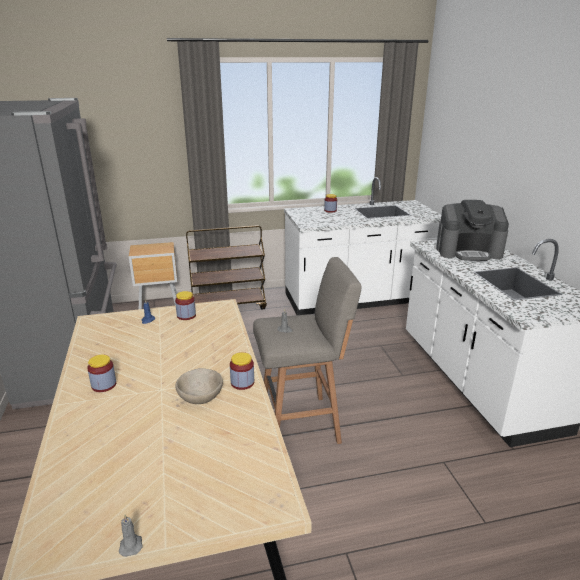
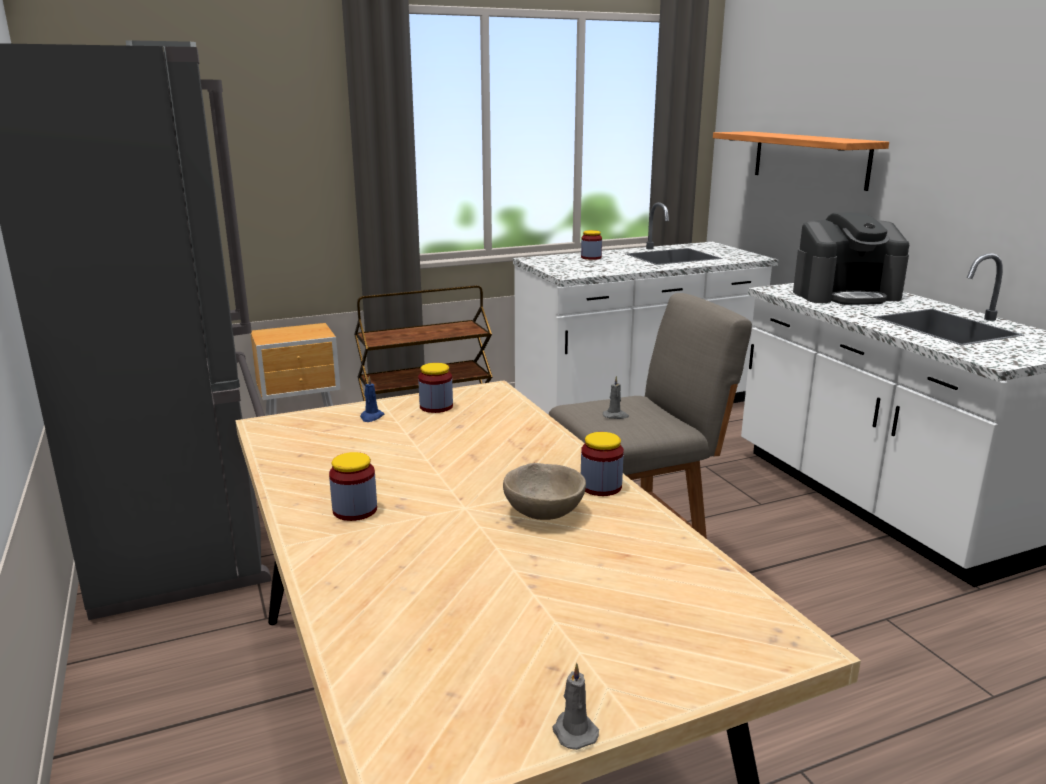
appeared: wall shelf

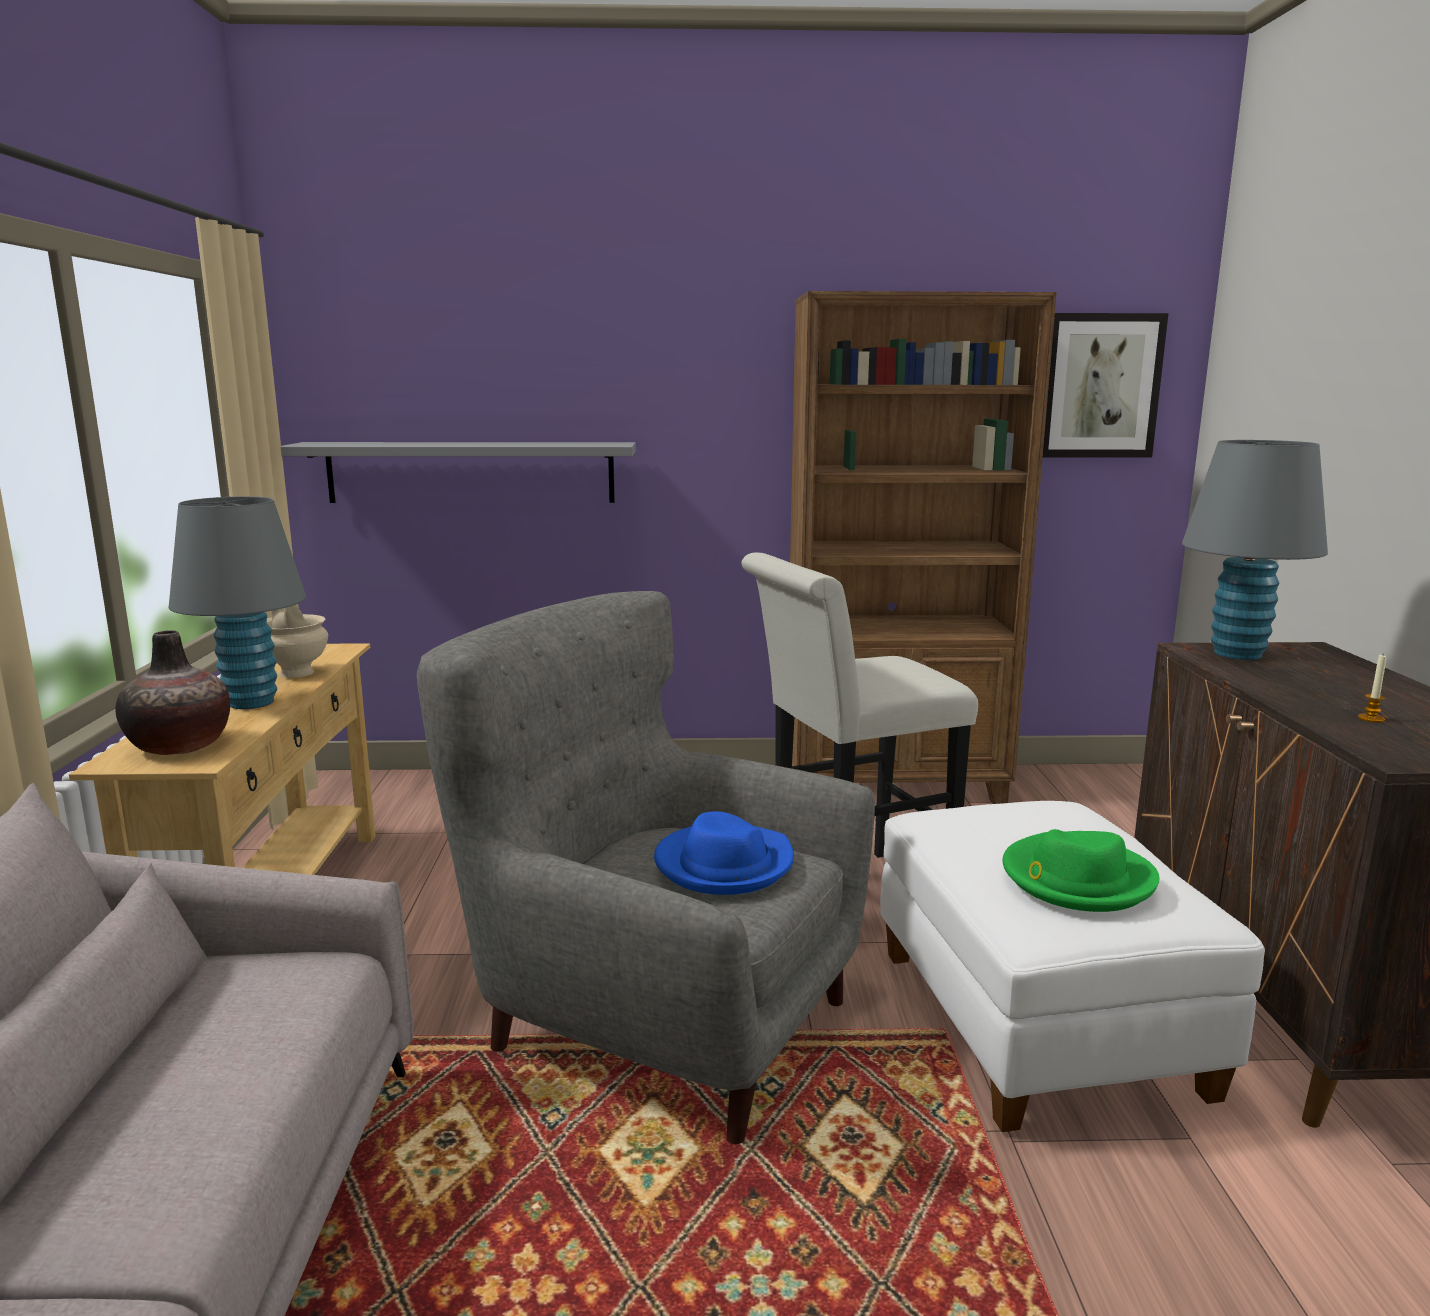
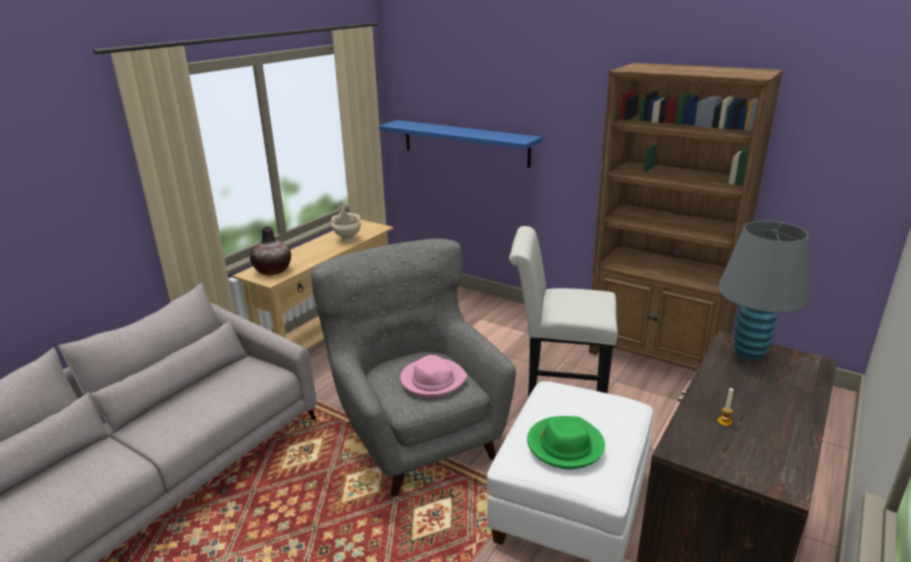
missing: greyish lamp for a table (no. 1 from left); picture
colour: greyish wall shelf to blue wall shelf; blue clothing hat to pink-coloured clothing hat

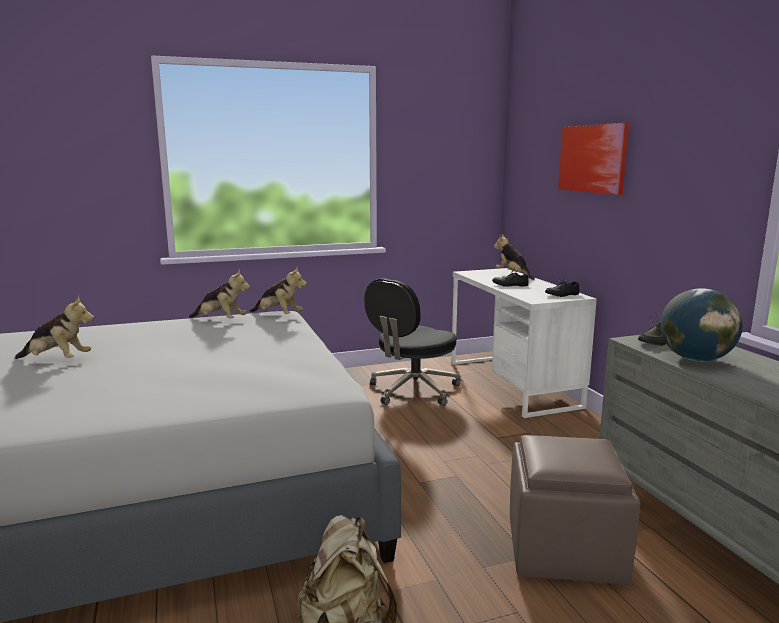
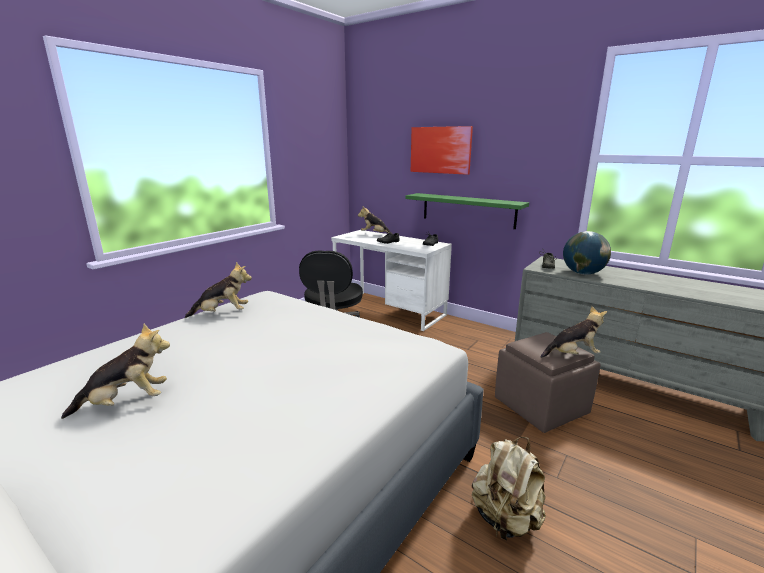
appeared: greenish wall shelf
relocated: soft toy (no. 3 from left in the first image) to soft toy (no. 4 from left)

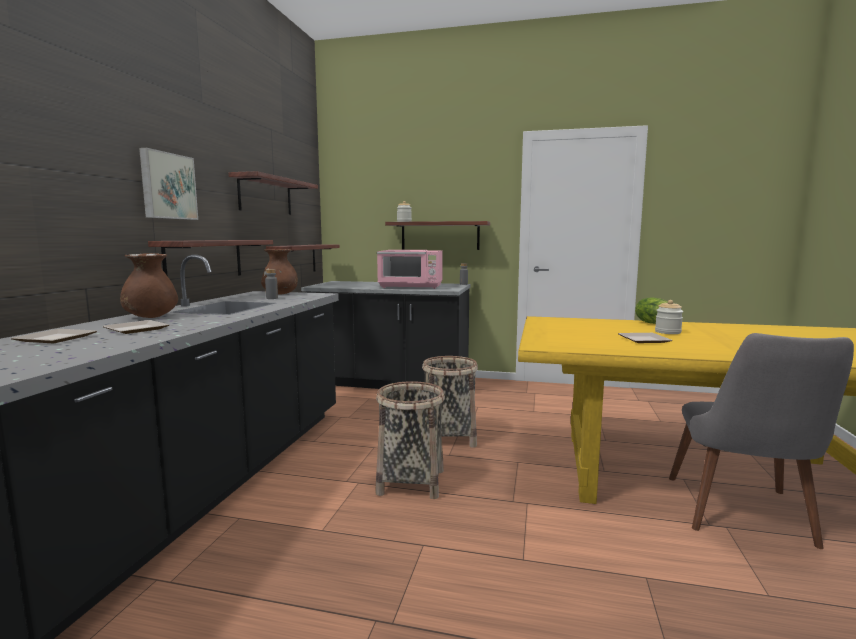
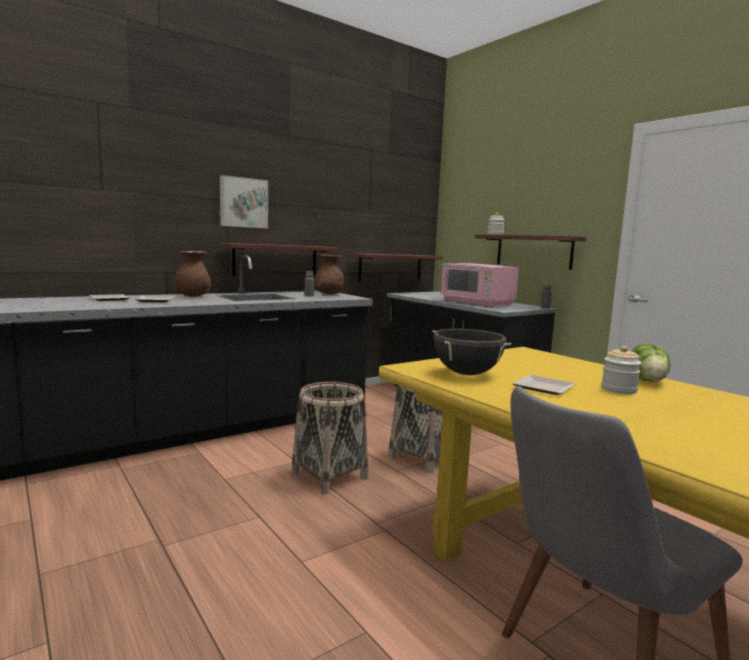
missing: wall shelf (no. 2 from left)
appeared: black cooking pot

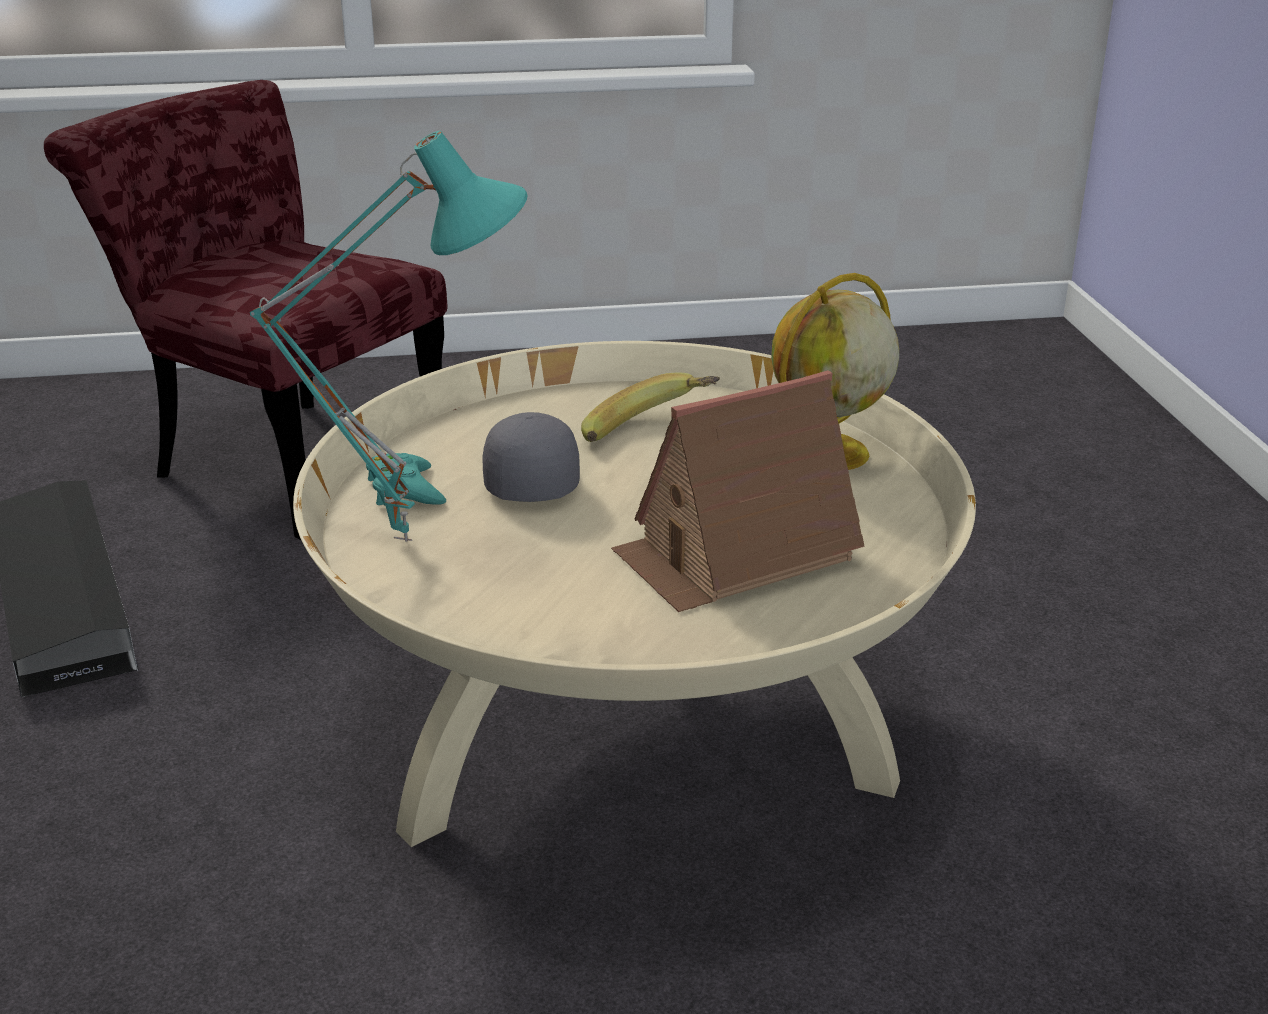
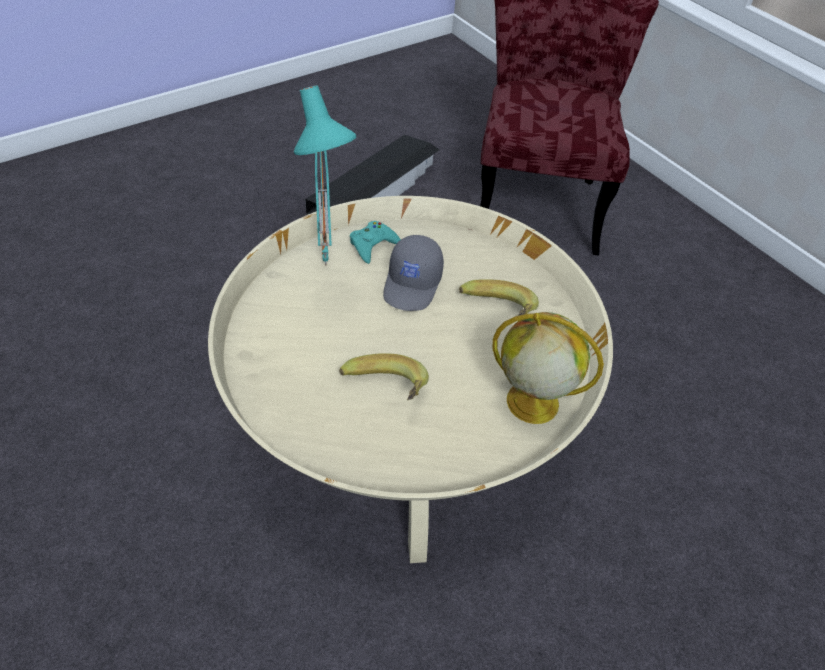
exchanged: miniature house to banana (no. 1 from left)
spun: greyish baseball cap 135 degrees clockwise

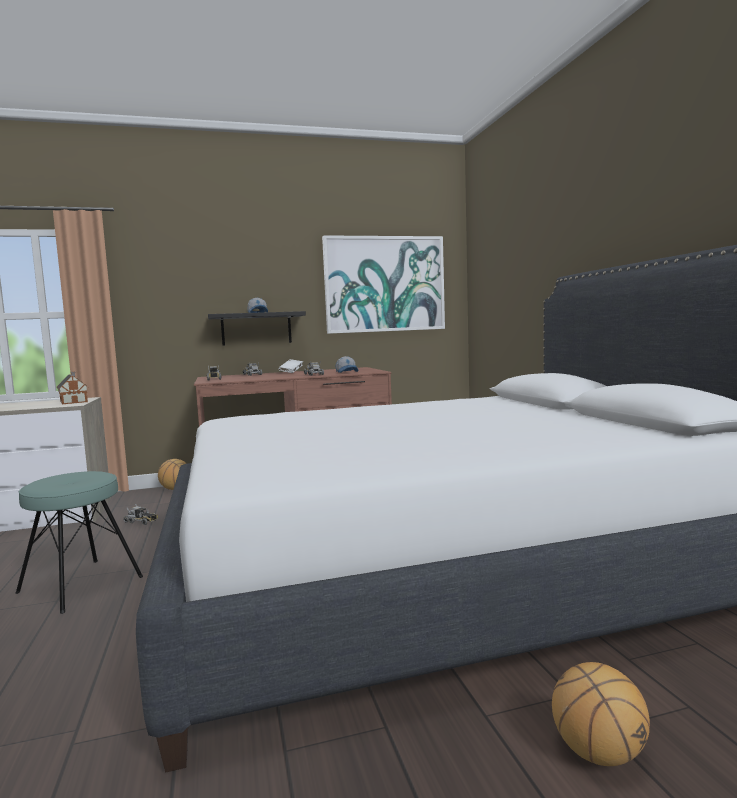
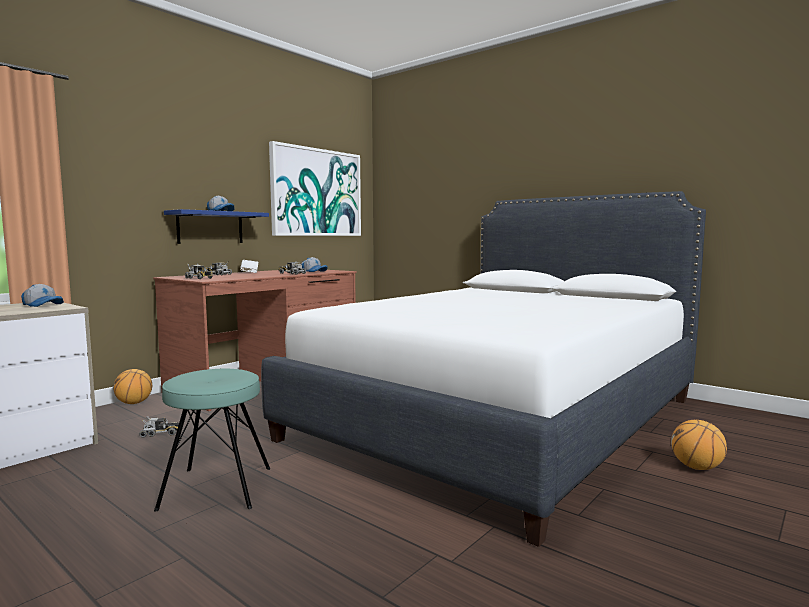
exchanged: miniature house to baseball cap (no. 1 from left)
colour: black wall shelf to blue wall shelf

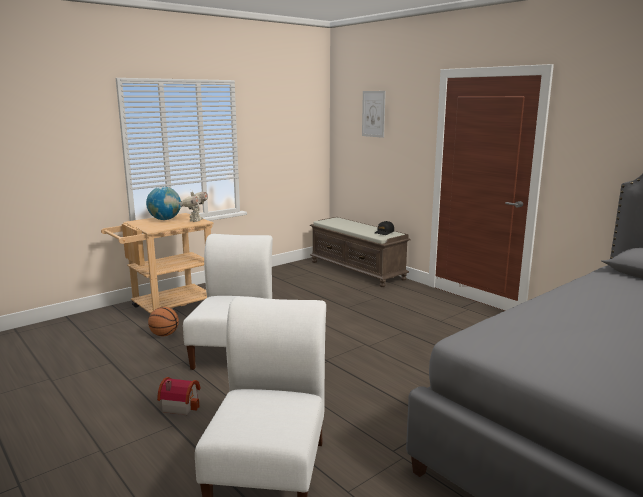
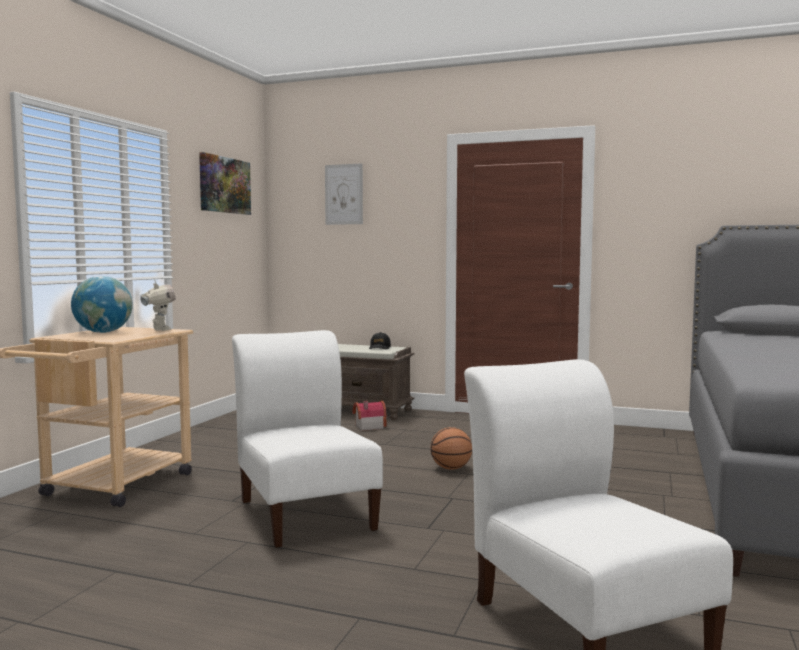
appeared: picture (no. 1 from left)
relocated: ball for basketball; miniature house

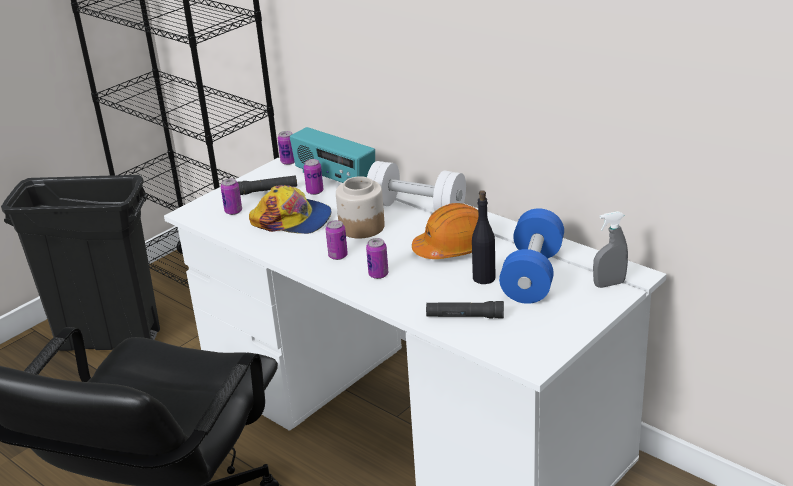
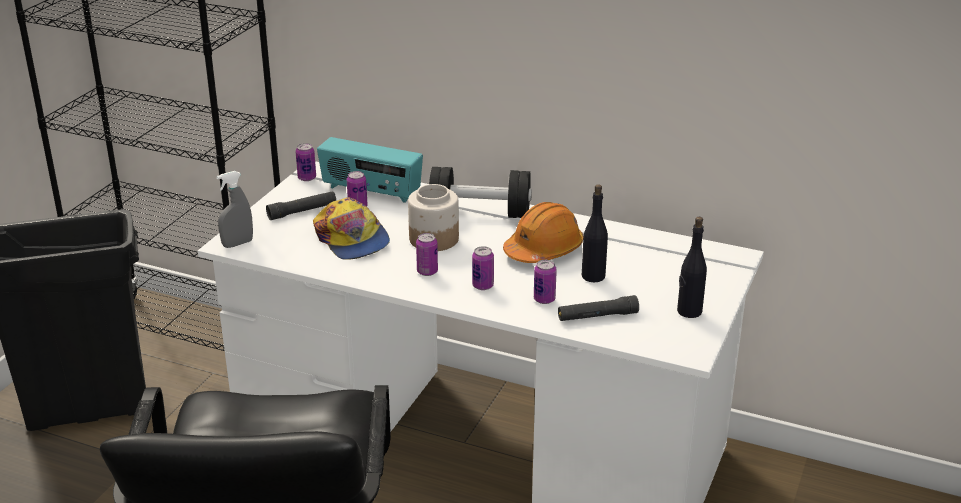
missing: blue hand weight
appeared: black beverage bottle (no. 2 from left)
relocated: sealed can (no. 1 from left in the first image) to sealed can (no. 5 from left); greyish hand sprayer
colour: white-coloured hand weight to black hand weight
spun: baseball cap 60 degrees clockwise

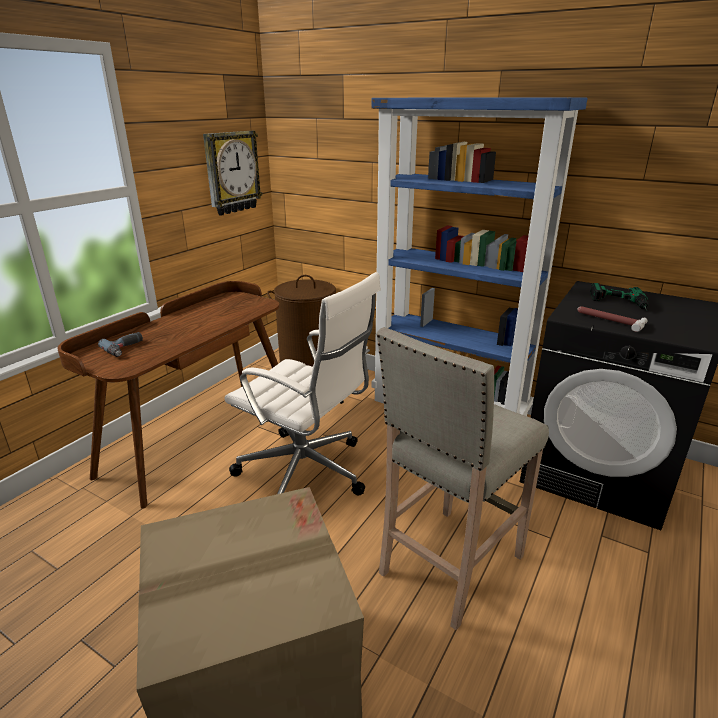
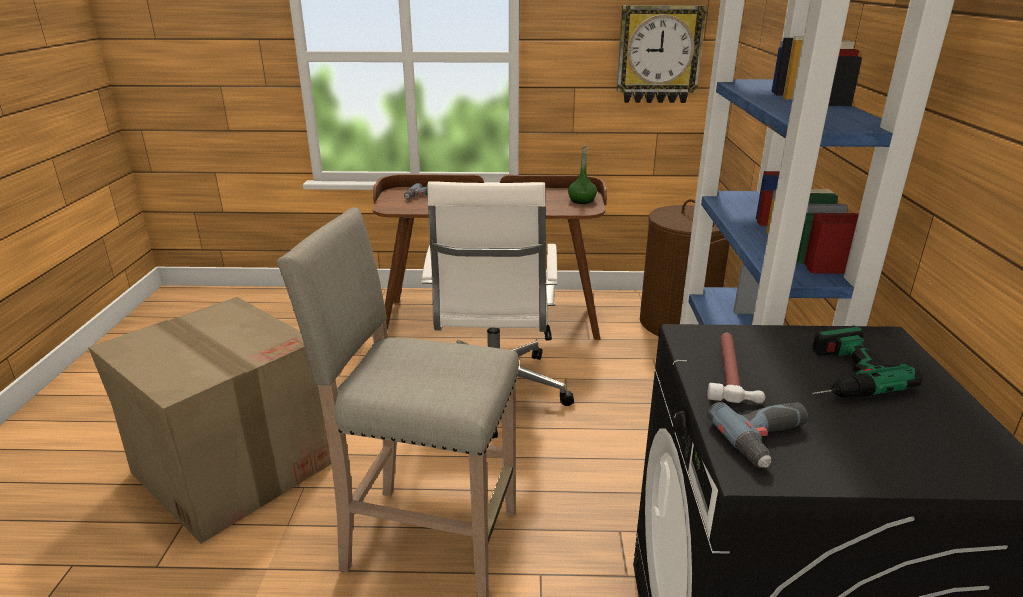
appeared: greenish beverage bottle; drill (no. 2 from left)

